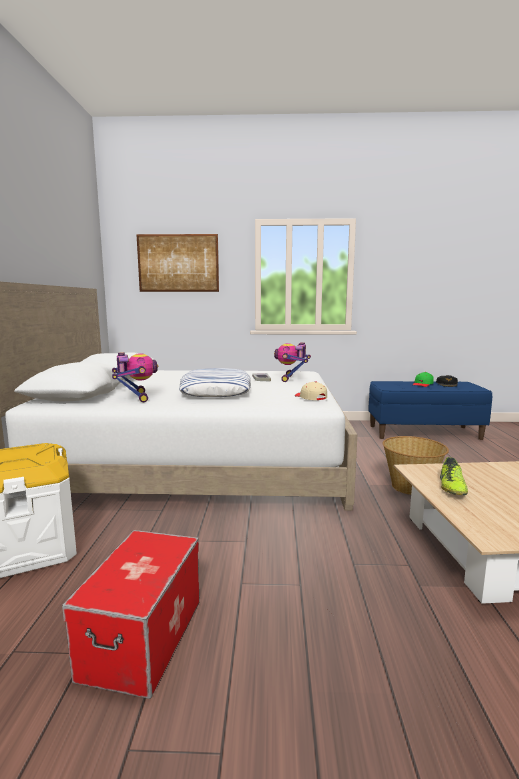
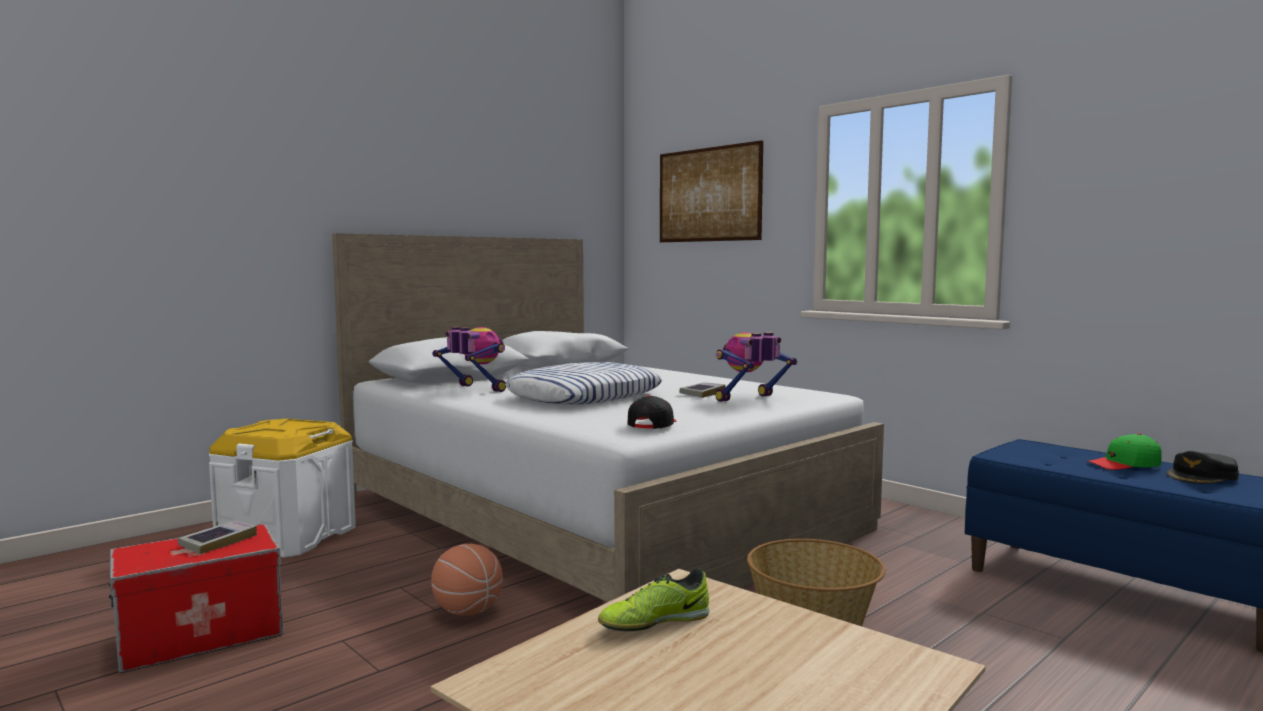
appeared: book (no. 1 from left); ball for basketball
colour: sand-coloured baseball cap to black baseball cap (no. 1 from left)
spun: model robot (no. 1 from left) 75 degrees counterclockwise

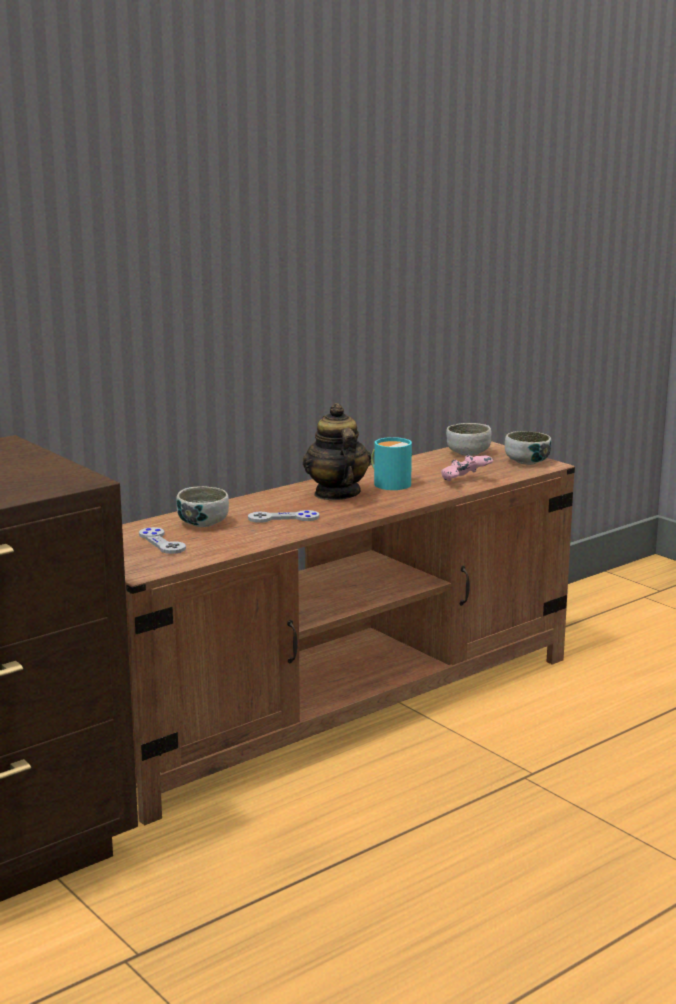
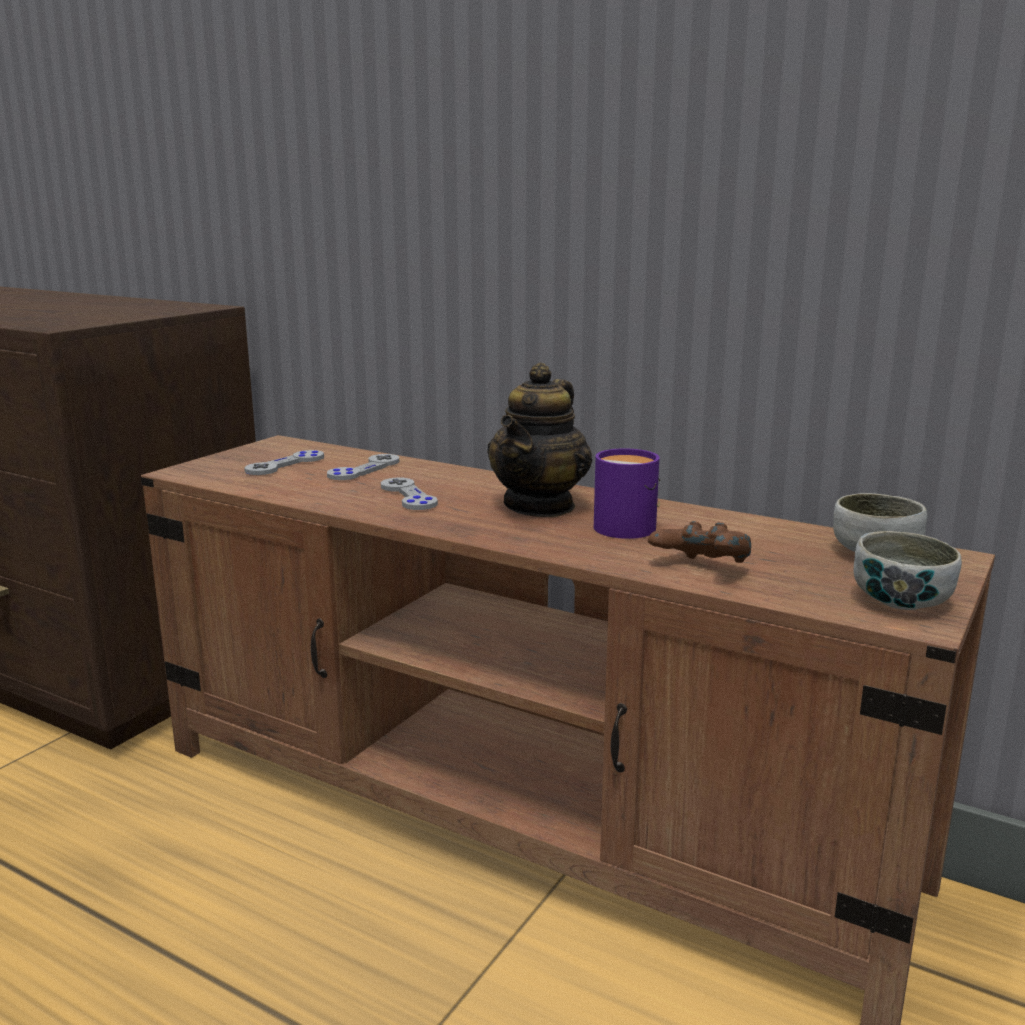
exchanged: bowl (no. 1 from left) to greyish game controller (no. 2 from left)
colour: turquoise-coloured mug to purplish mug; pink-coloured game controller to brown-coloured game controller
spun: pot for tea 150 degrees clockwise

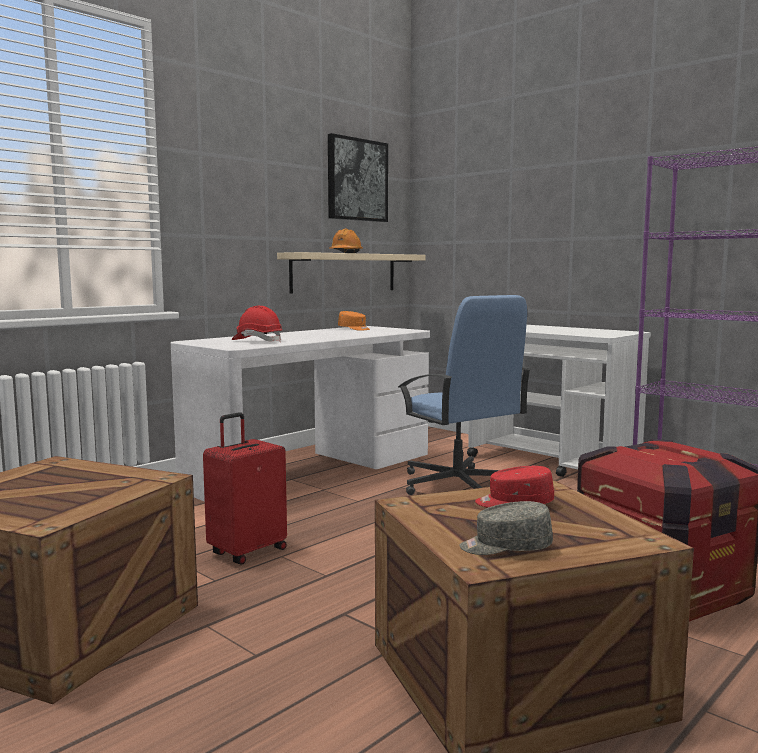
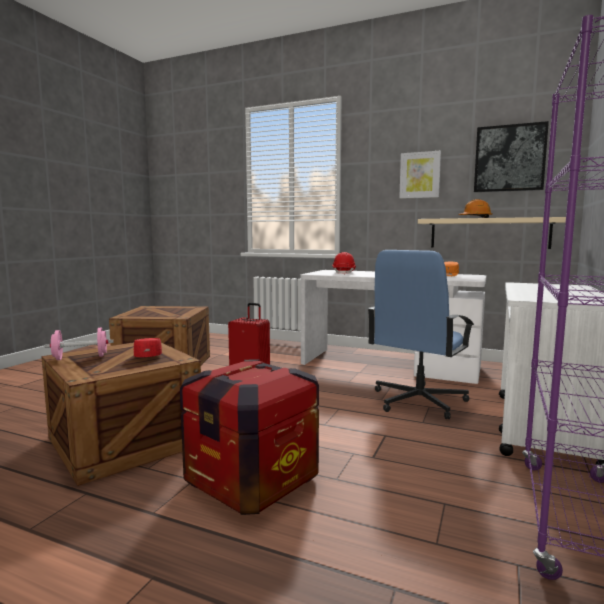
appeared: picture (no. 1 from left)
exchanged: greyish baseball cap to pink-coloured hand weight

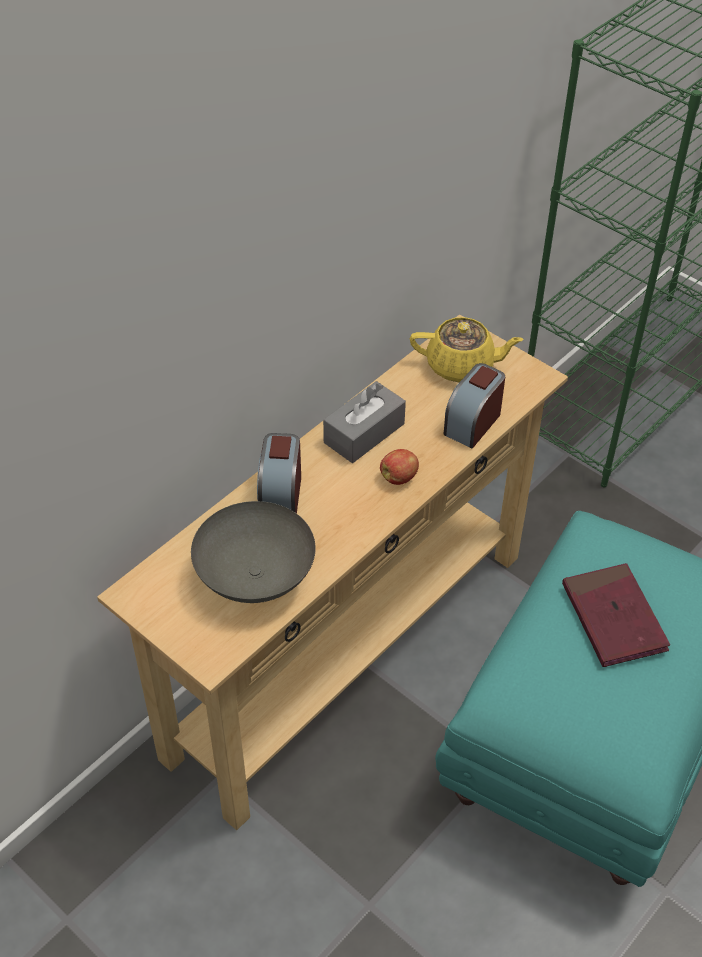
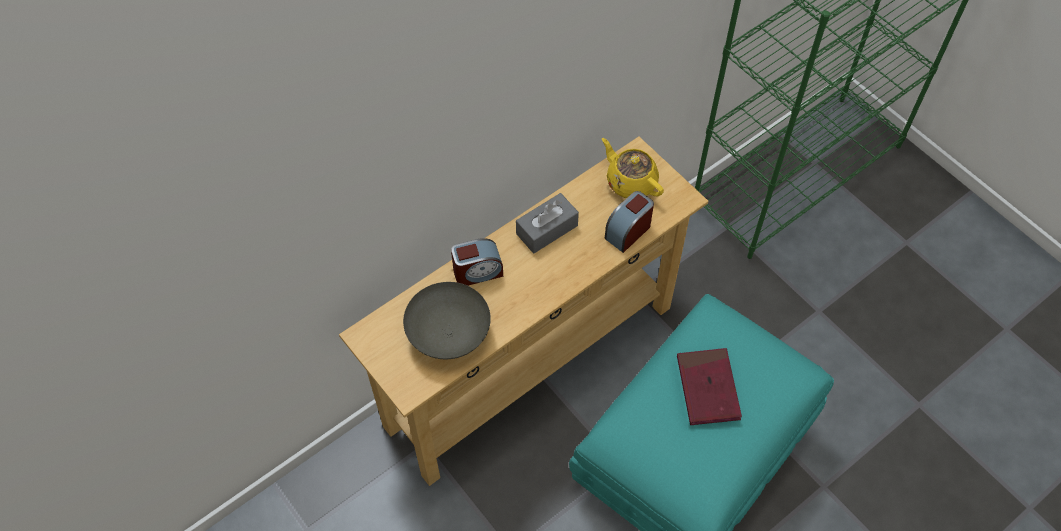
missing: apple
spun: alarm clock (no. 1 from left) 120 degrees counterclockwise; yellowish pot for tea 150 degrees counterclockwise

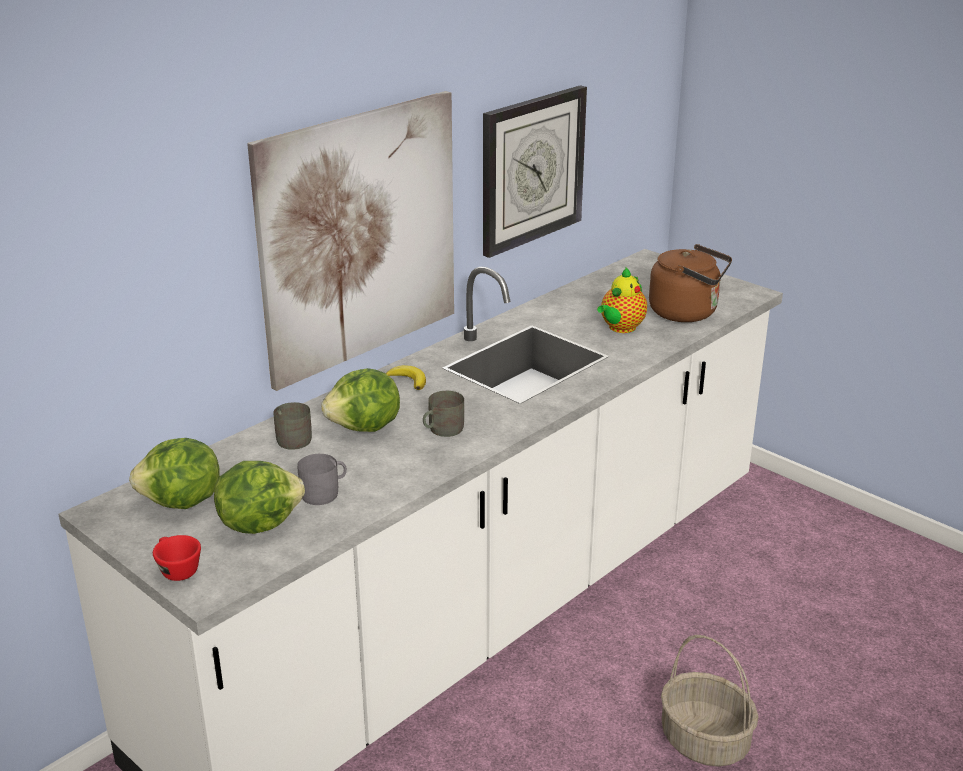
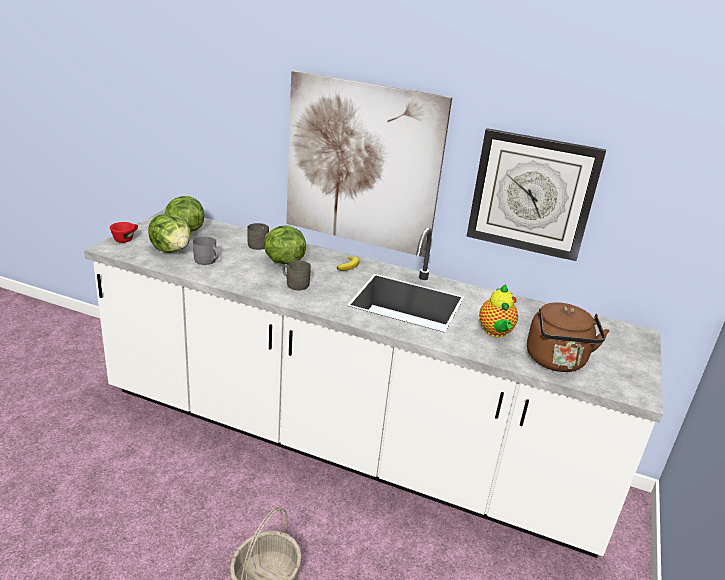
spun: pot for tea 105 degrees counterclockwise

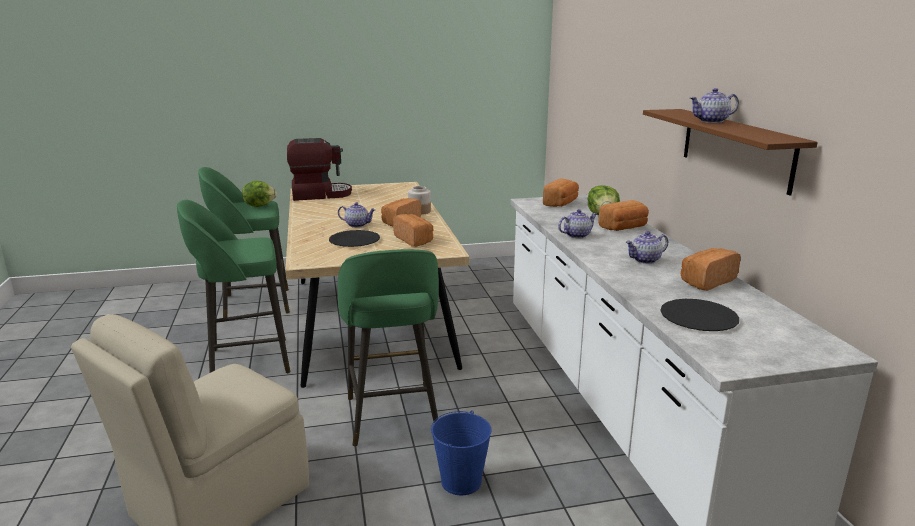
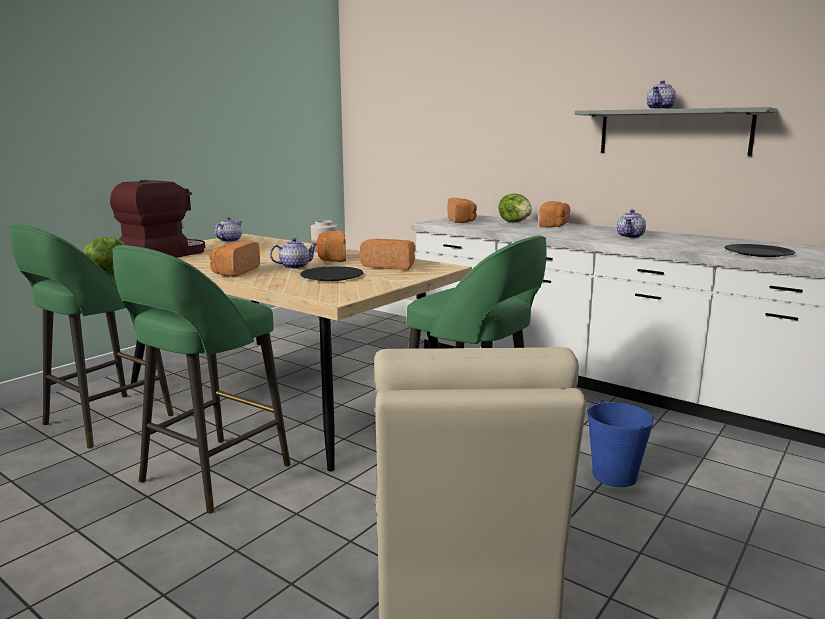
relocated: pot for tea (no. 2 from left in the first image) to pot for tea (no. 1 from left); bakery bread (no. 5 from left in the first image) to bakery bread (no. 1 from left)
colour: brown-coloured wall shelf to greyish wall shelf

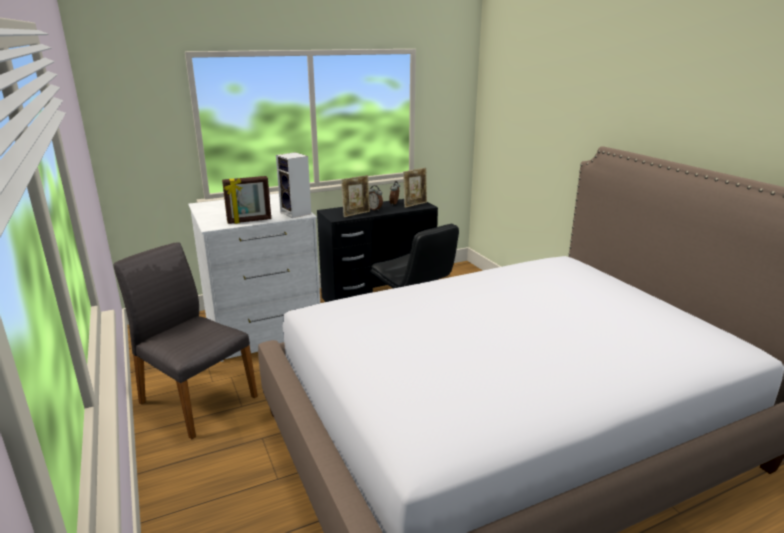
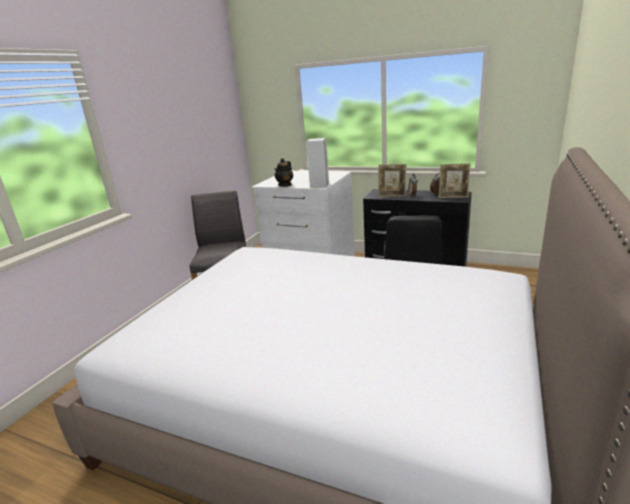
exchanged: picture frame (no. 1 from left) to pot for tea

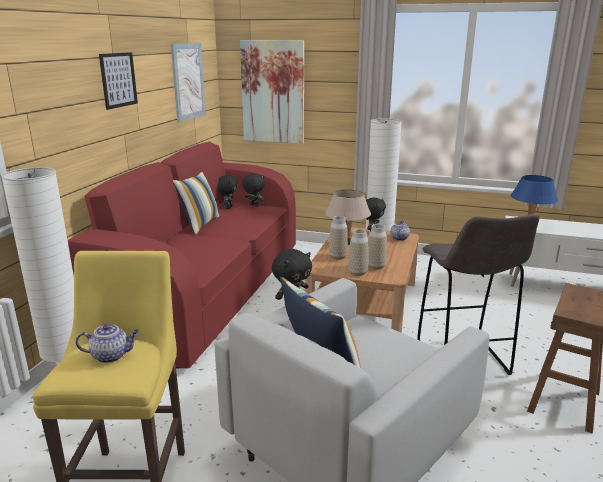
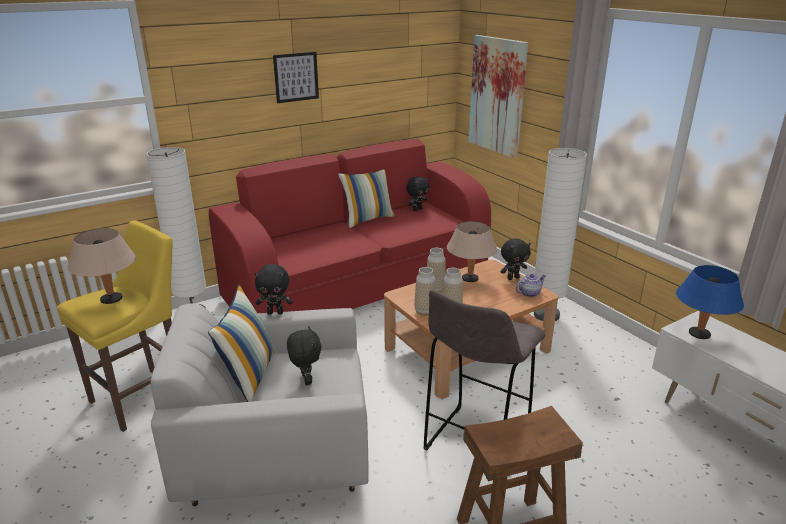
missing: picture (no. 2 from left)
relocated: black soft toy (no. 2 from left)
exchanged: pot for tea (no. 1 from left) to sand-coloured lamp for a table (no. 1 from left)

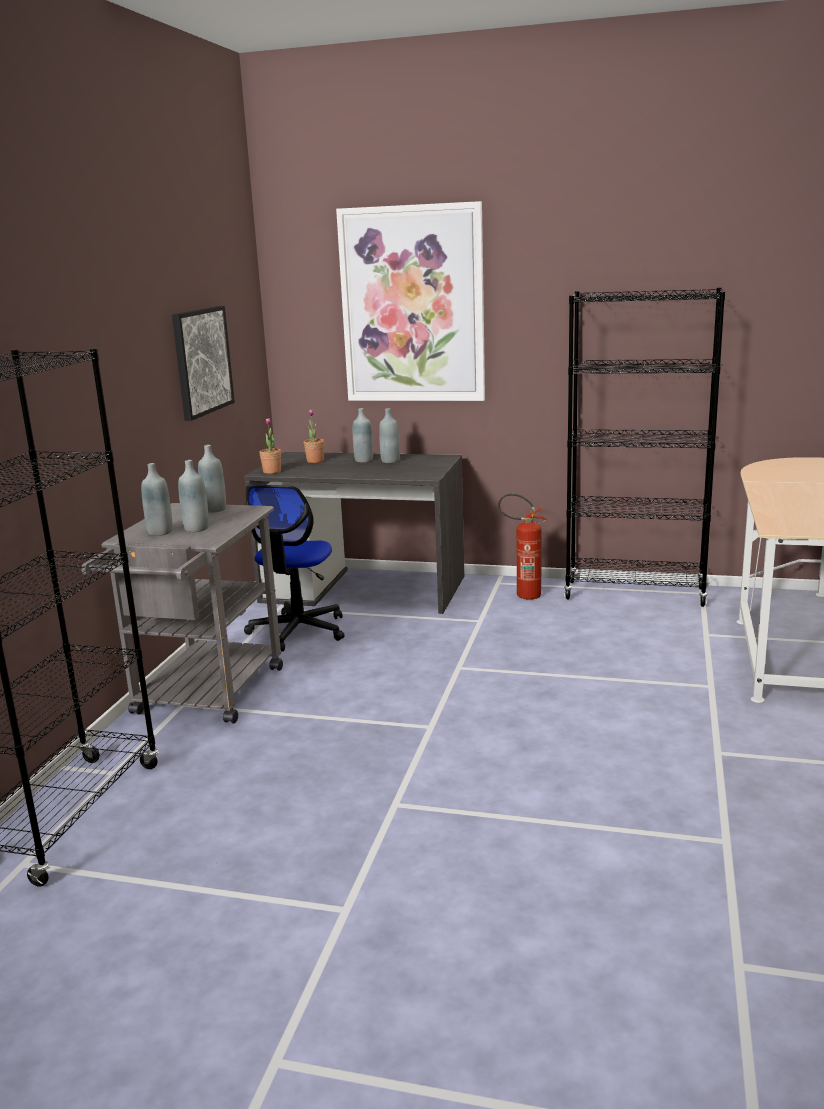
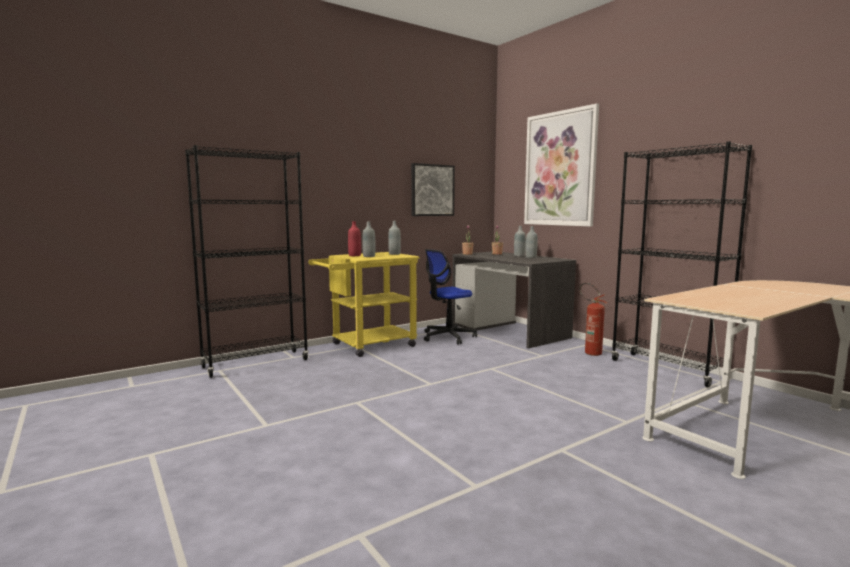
colour: greyish wheeled cart to yellowish wheeled cart; greyish beverage bottle (no. 1 from left) to red-coloured beverage bottle

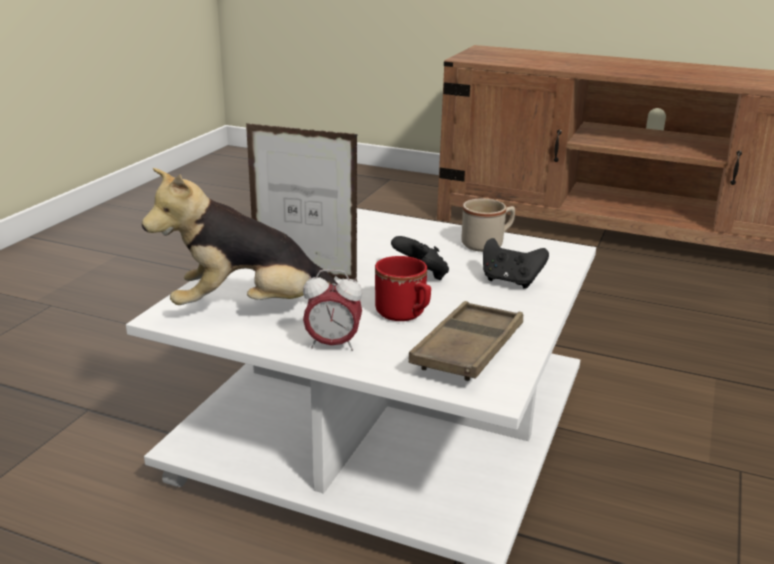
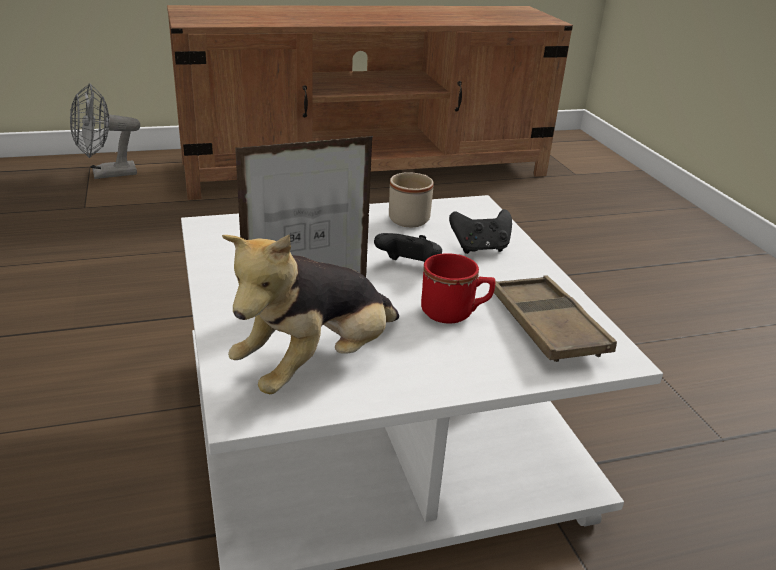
missing: alarm clock
appeared: greyish cooling fan

